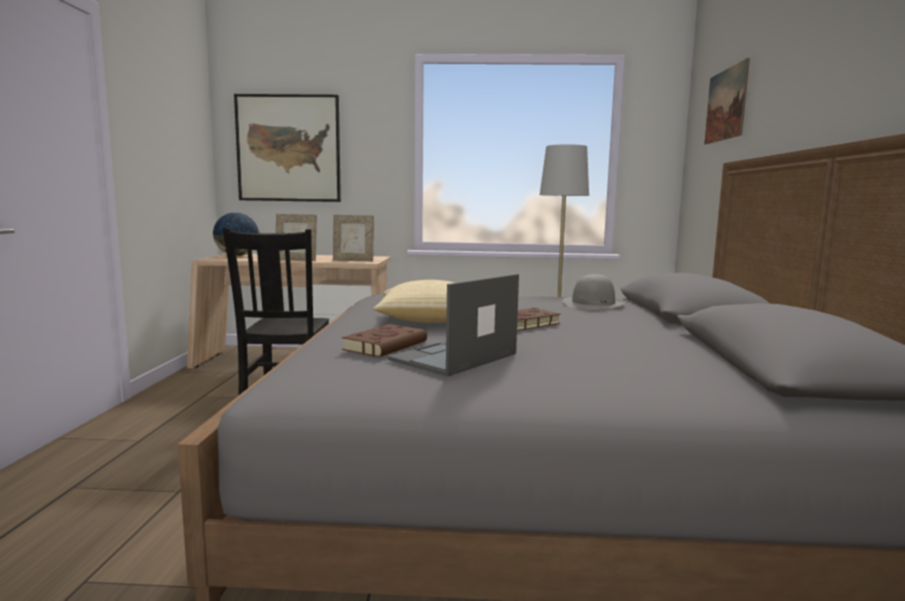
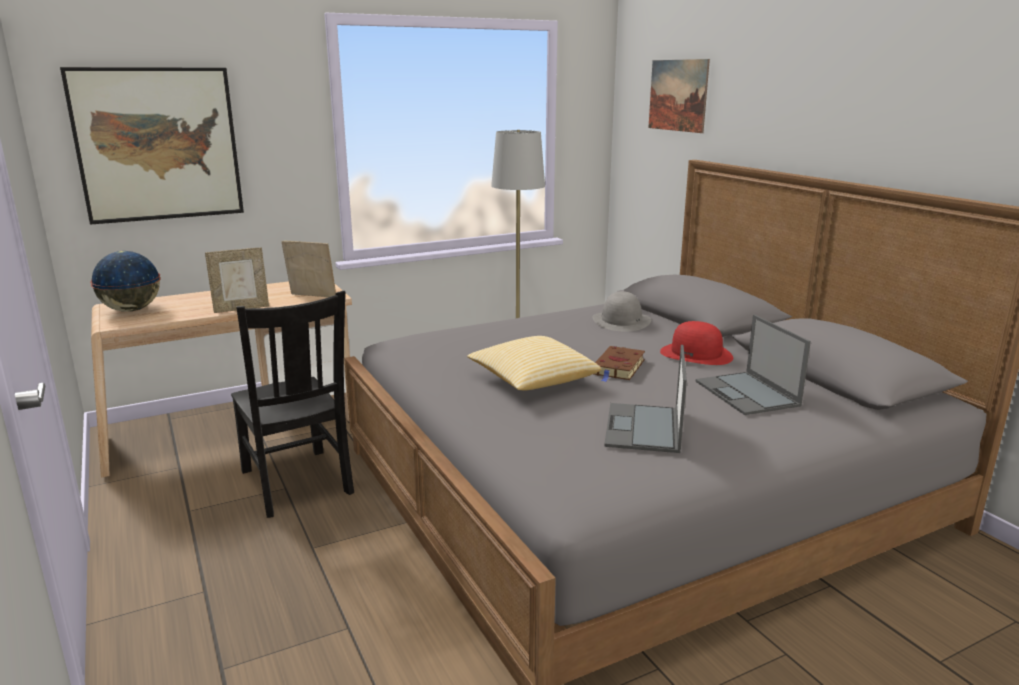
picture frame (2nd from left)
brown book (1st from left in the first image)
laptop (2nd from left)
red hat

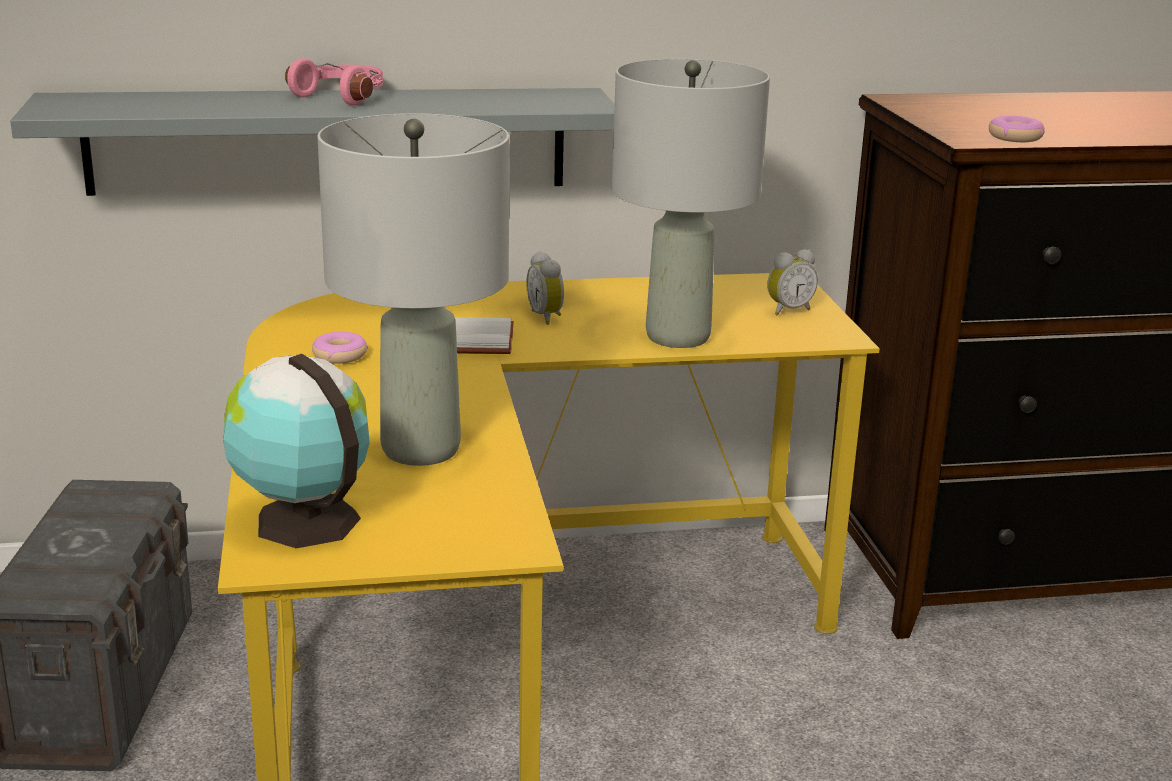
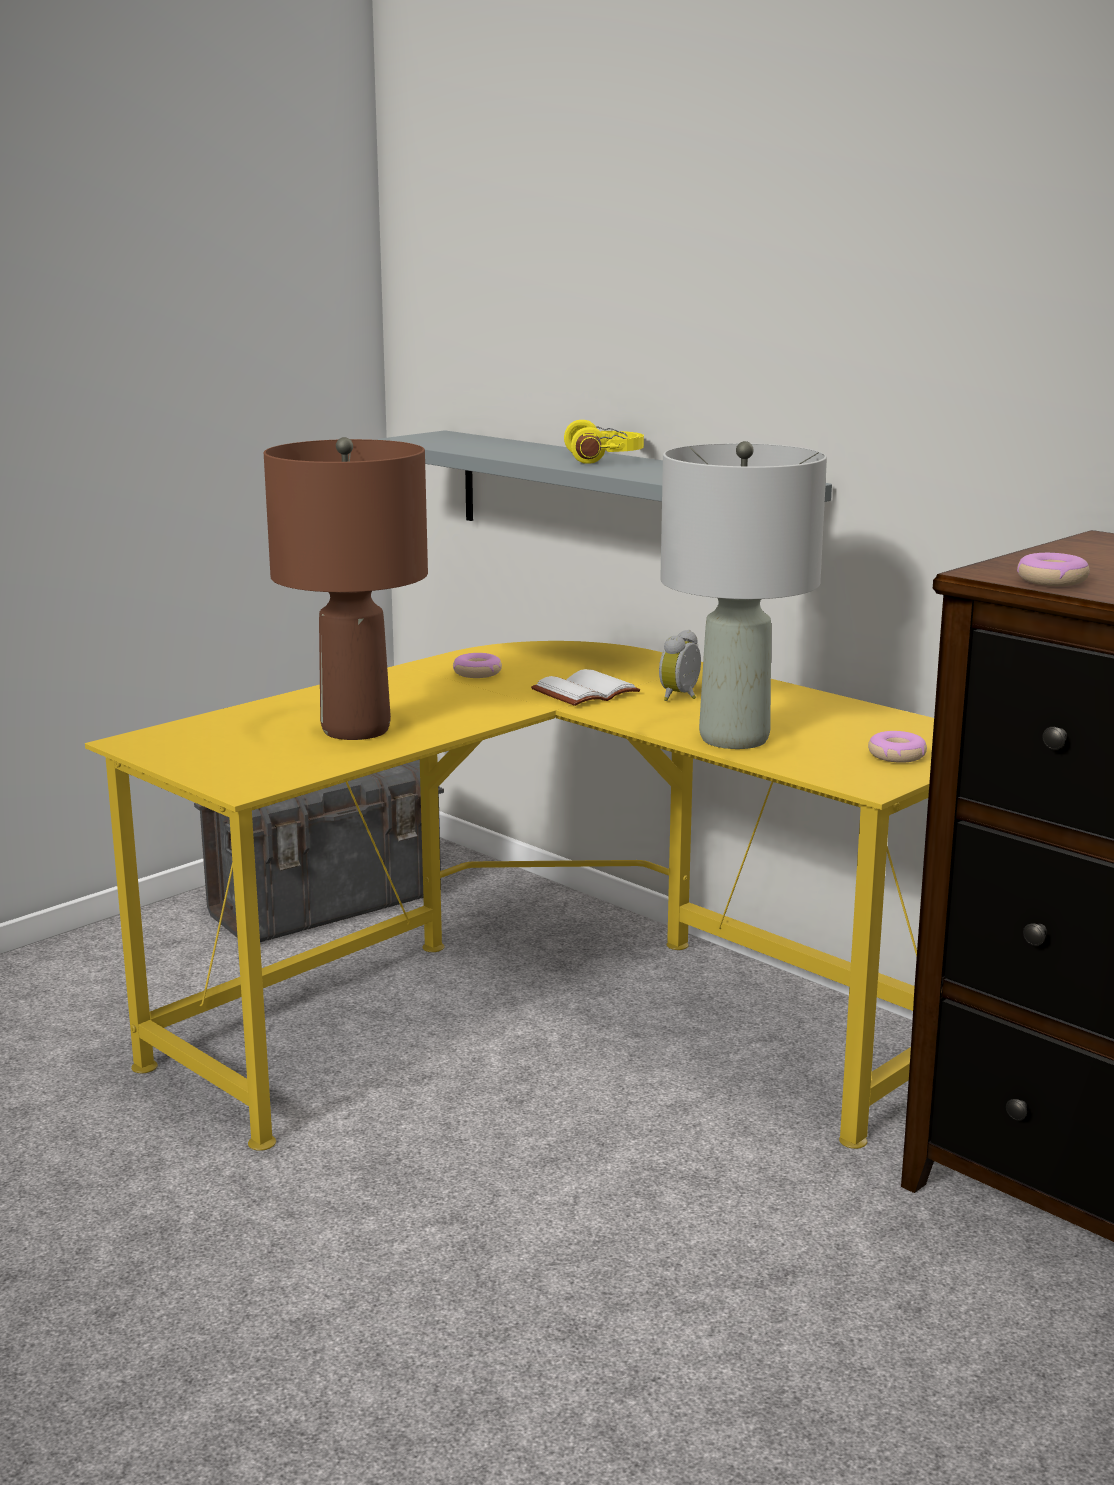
yellow headphones
brown table lamp
donut (2nd from left)
globe

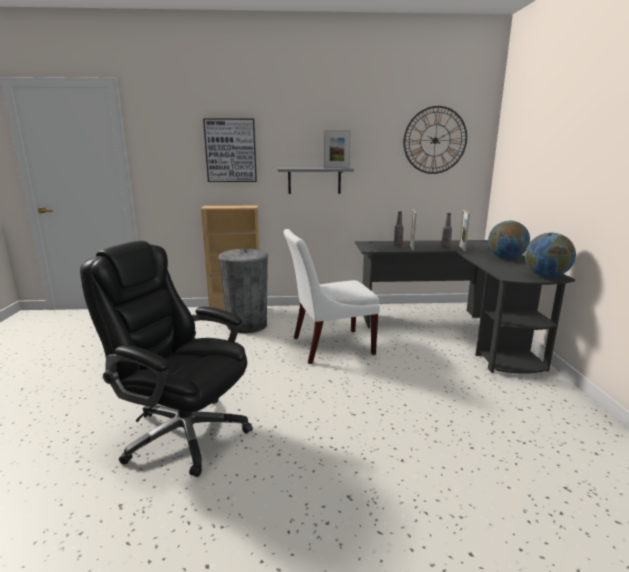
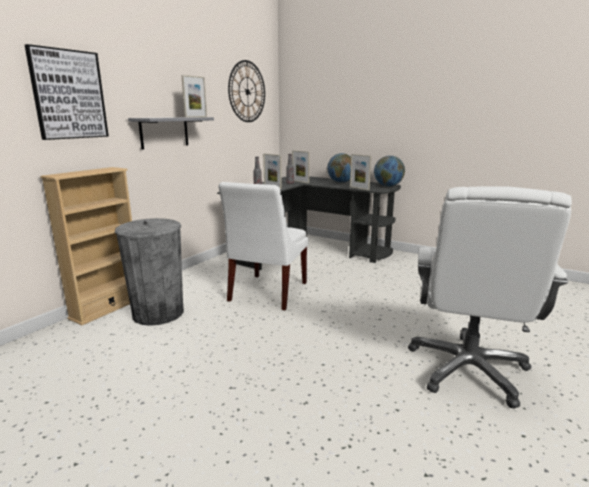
black office chair
picture frame (4th from left)
white office chair

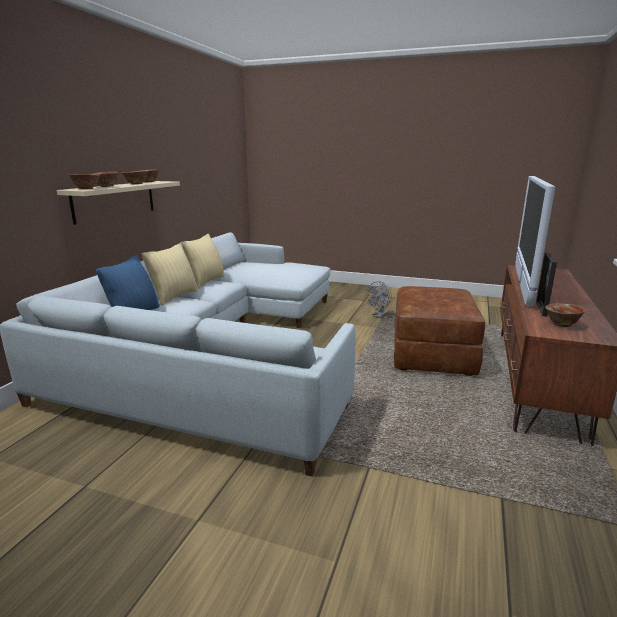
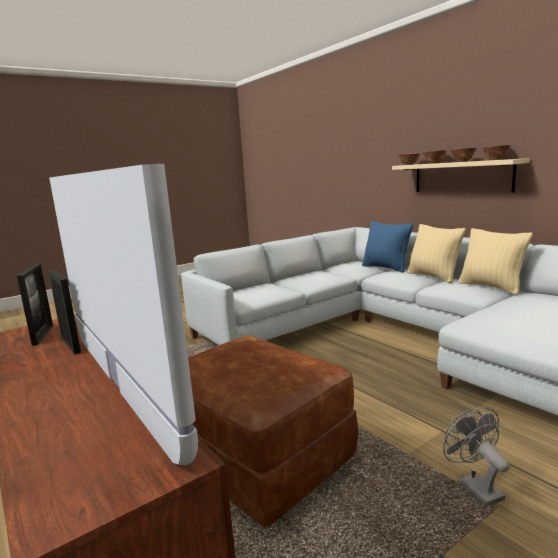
picture frame (1st from left)

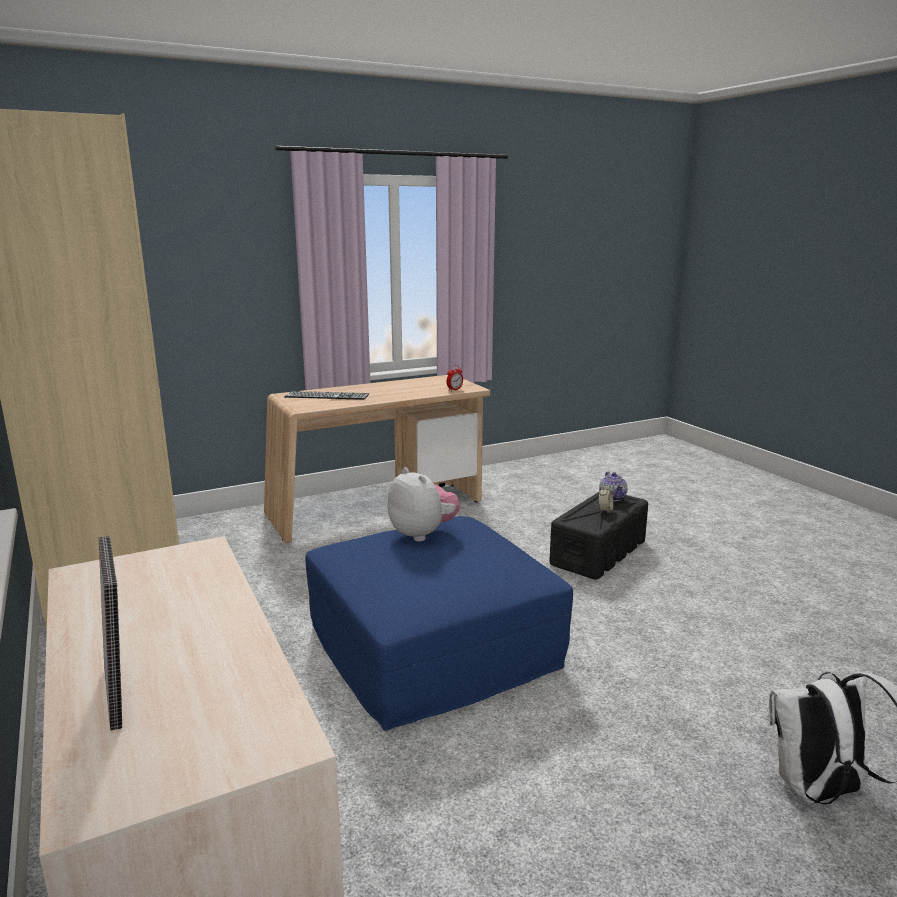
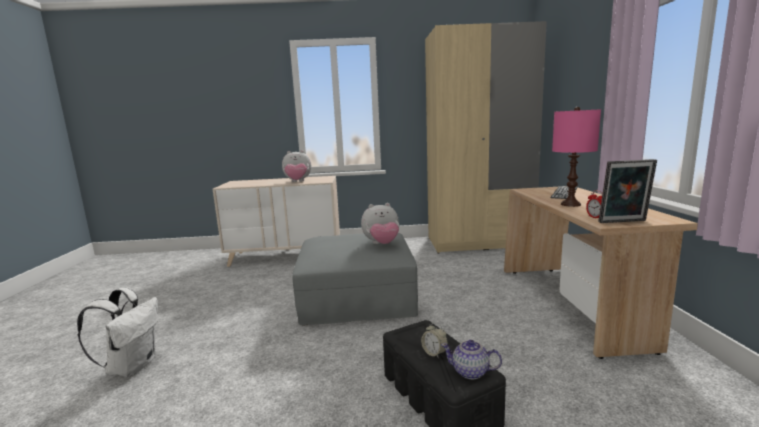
grey ottoman
picture frame
pink table lamp
plush toy (1st from left)

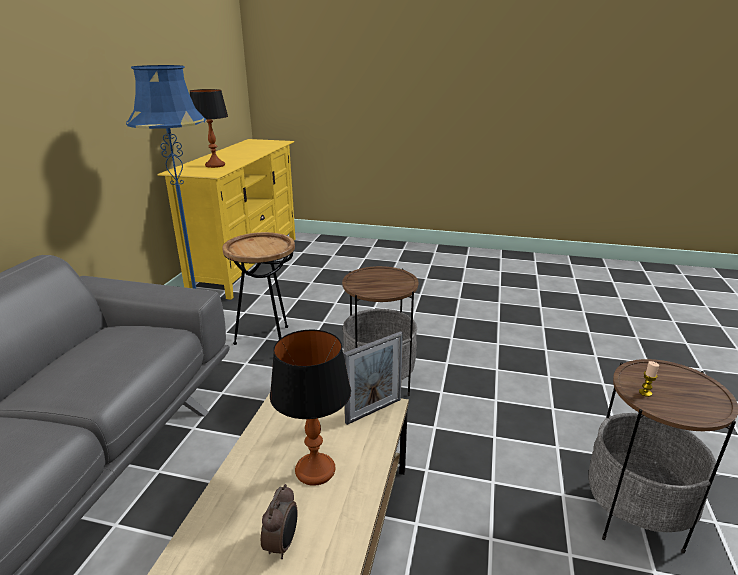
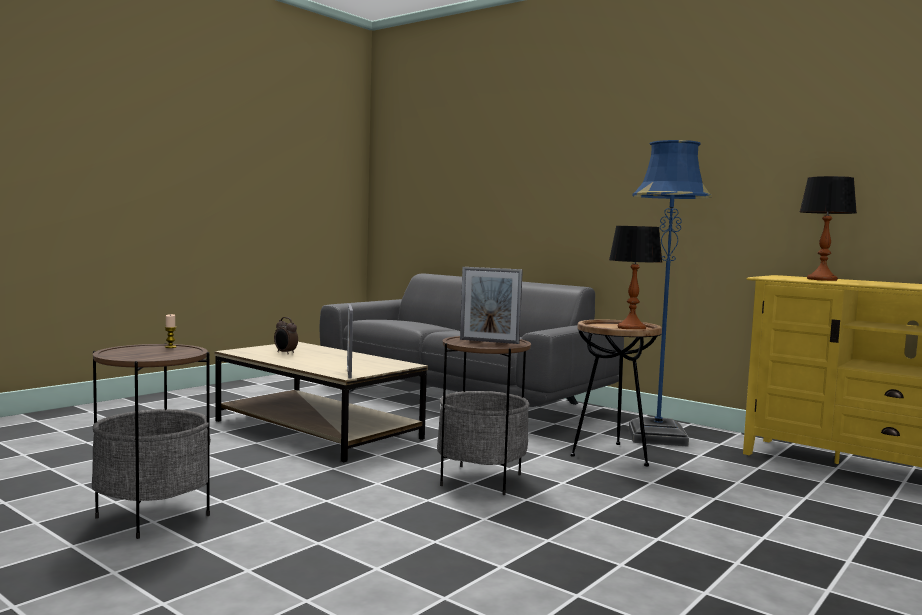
table lamp (1st from left)
picture frame (2nd from left)

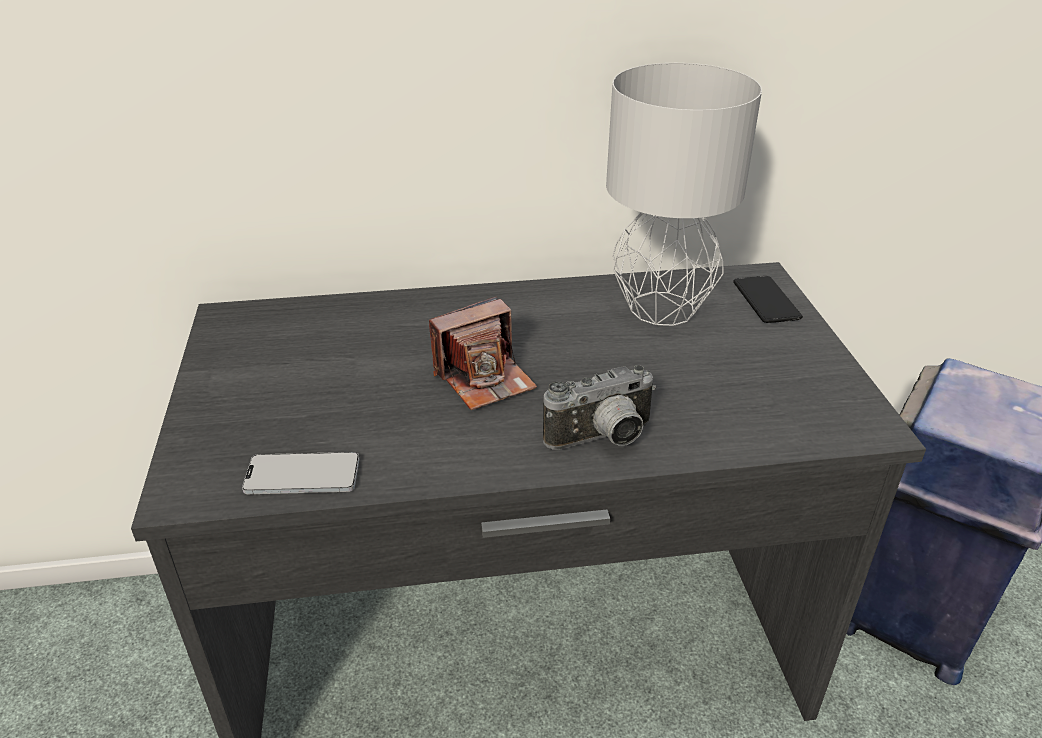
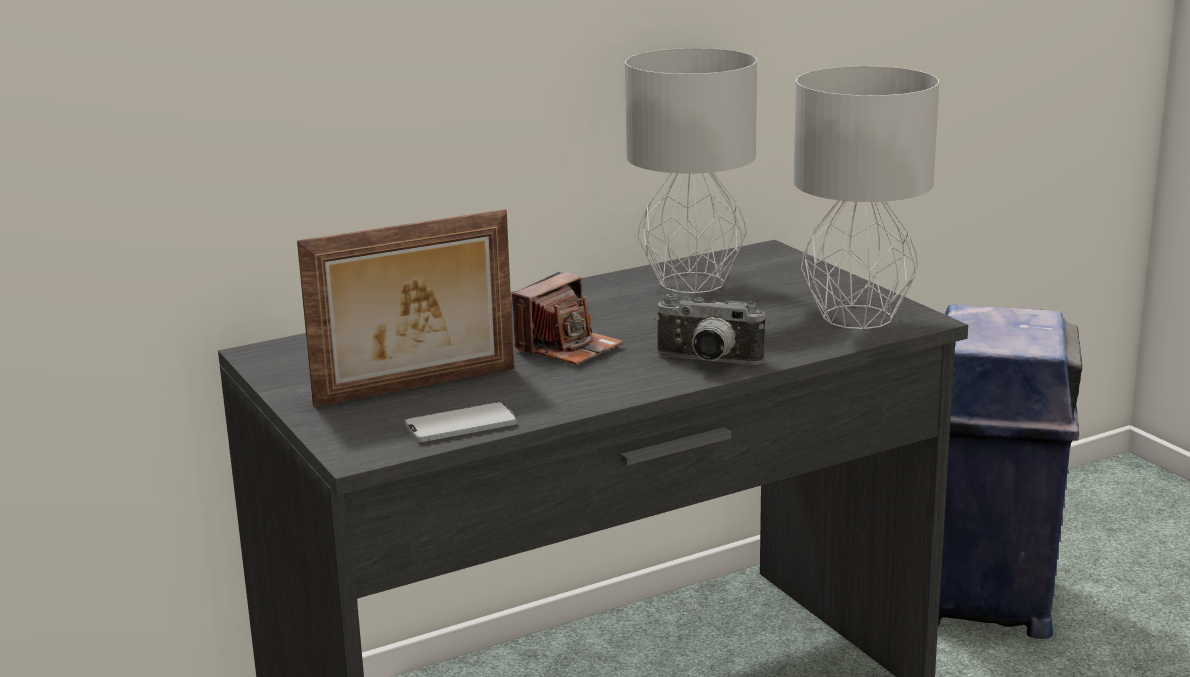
phone (2nd from left in the first image)
photo camera (2nd from left)
grey table lamp (2nd from left)
picture frame

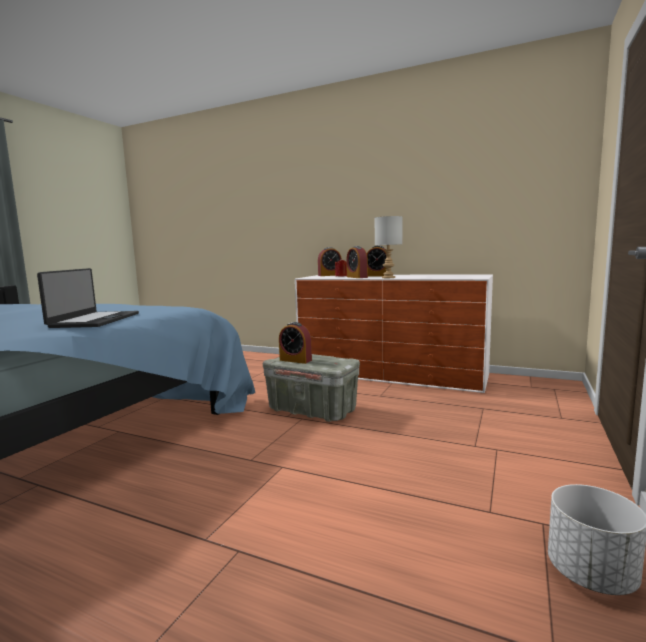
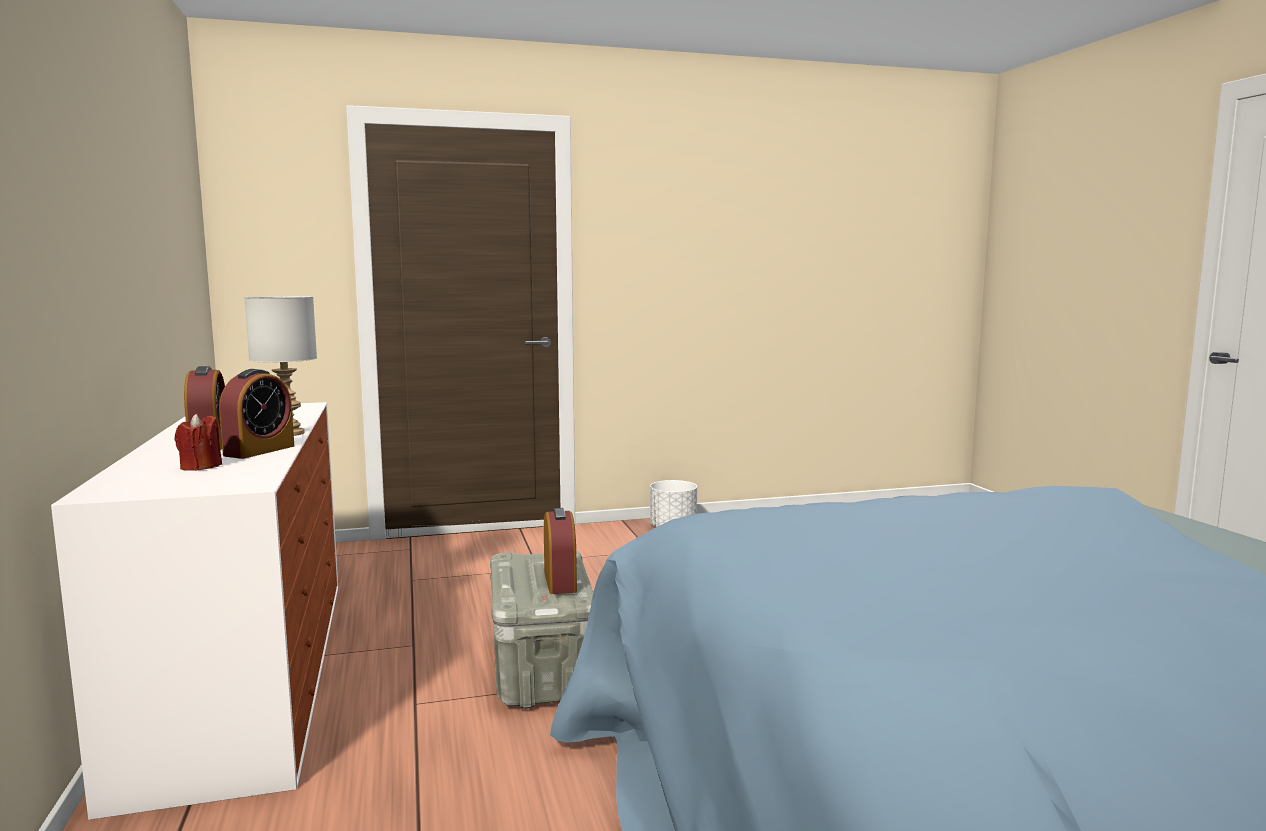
alarm clock (2nd from left in the first image)
laptop

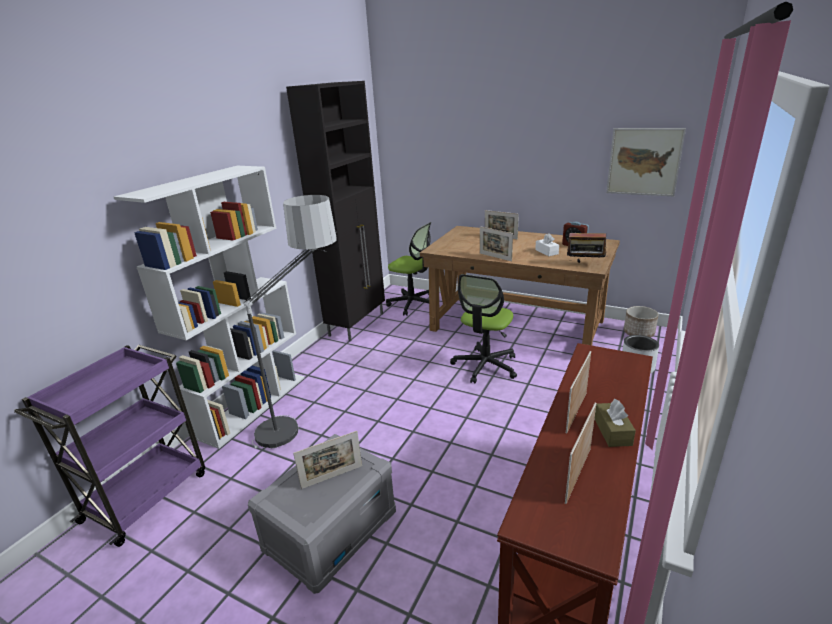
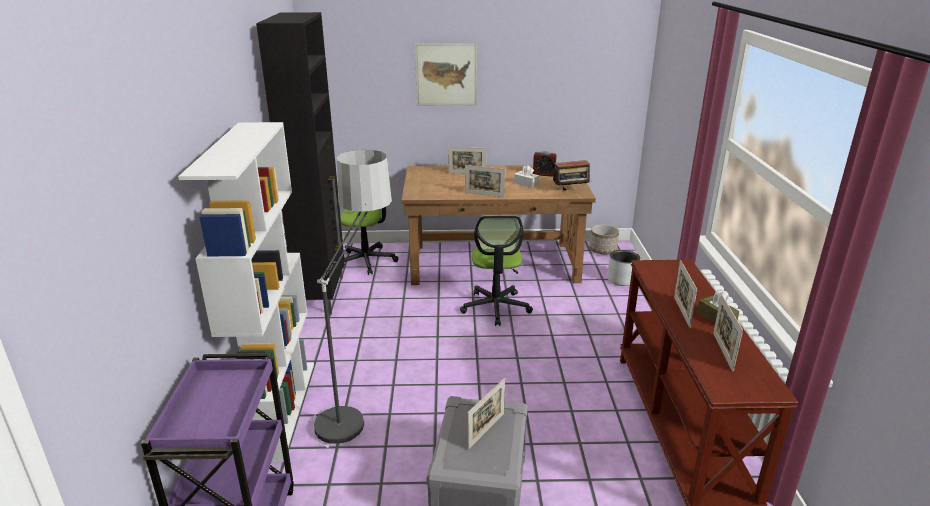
picture

